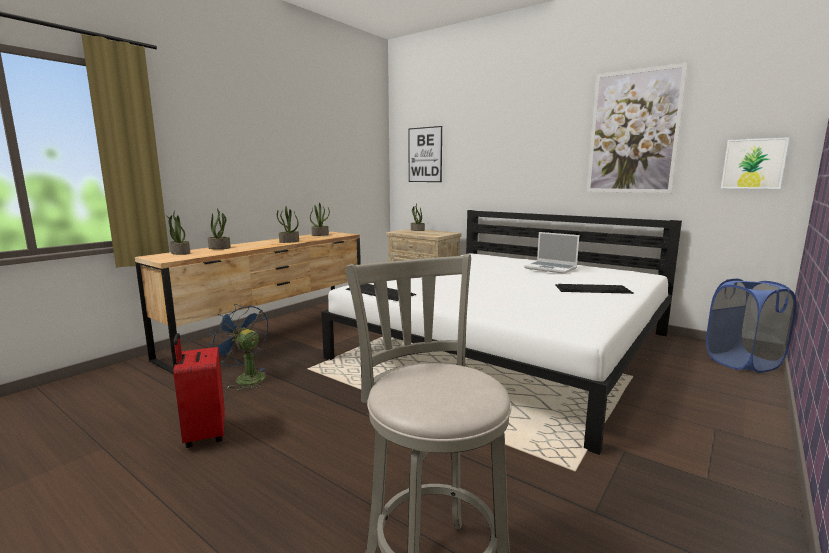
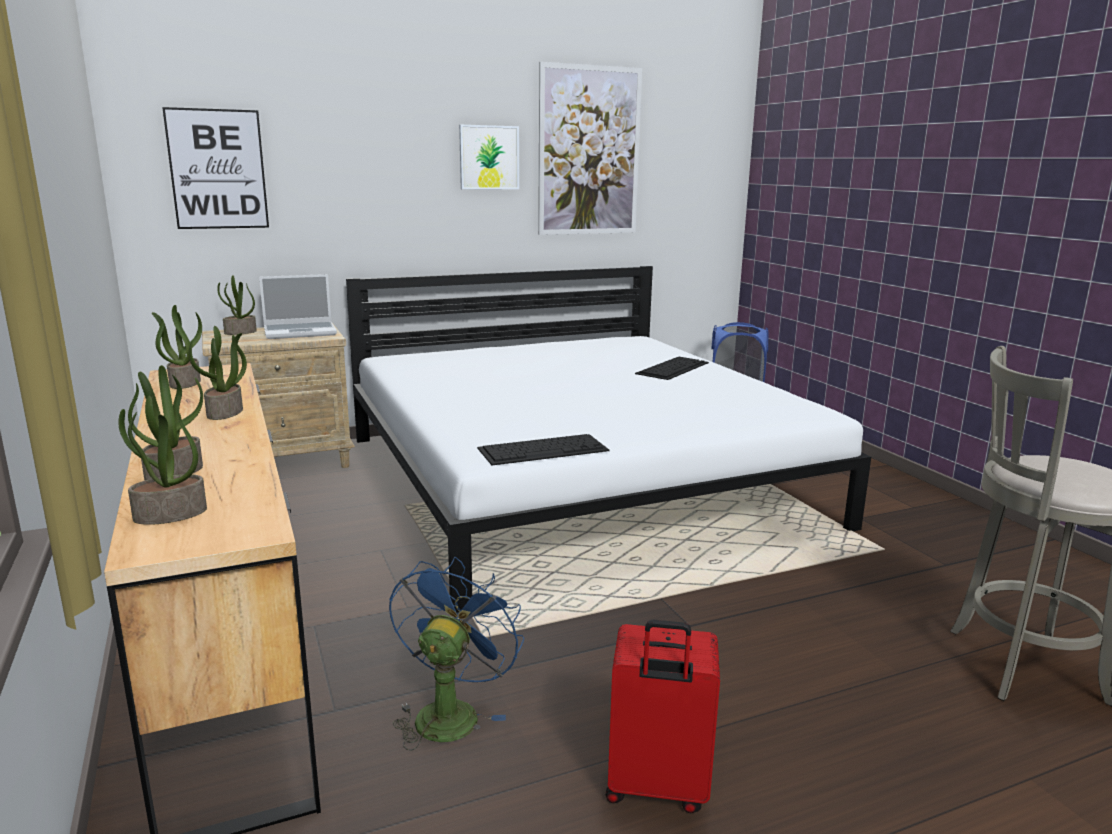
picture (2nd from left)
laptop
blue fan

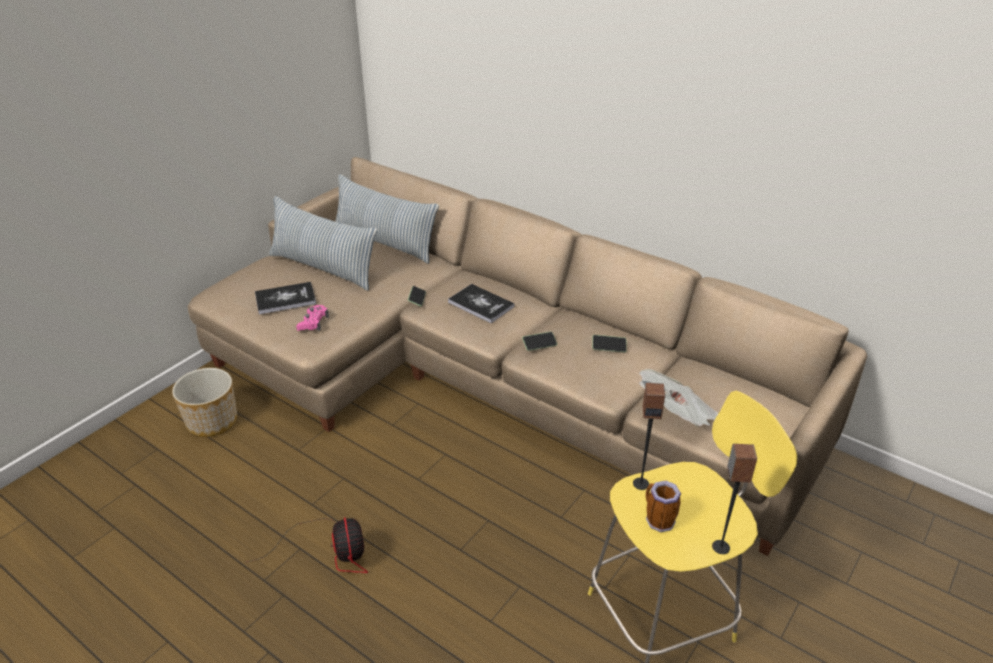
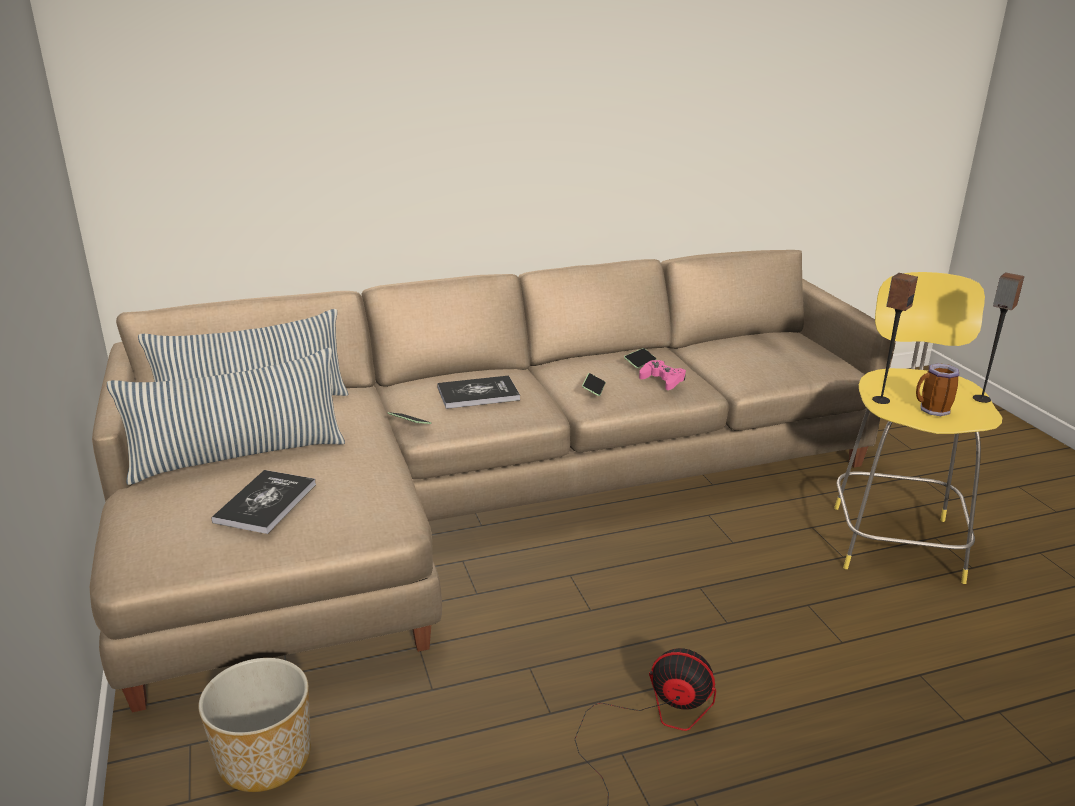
pink game controller
newspaper

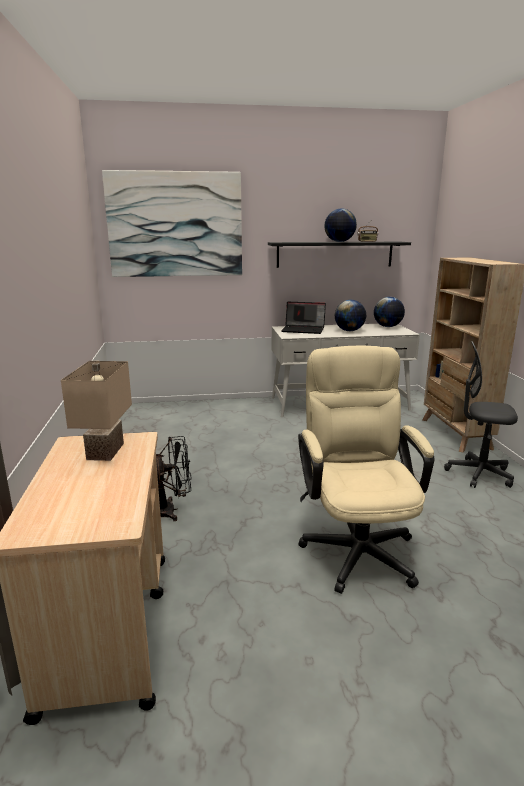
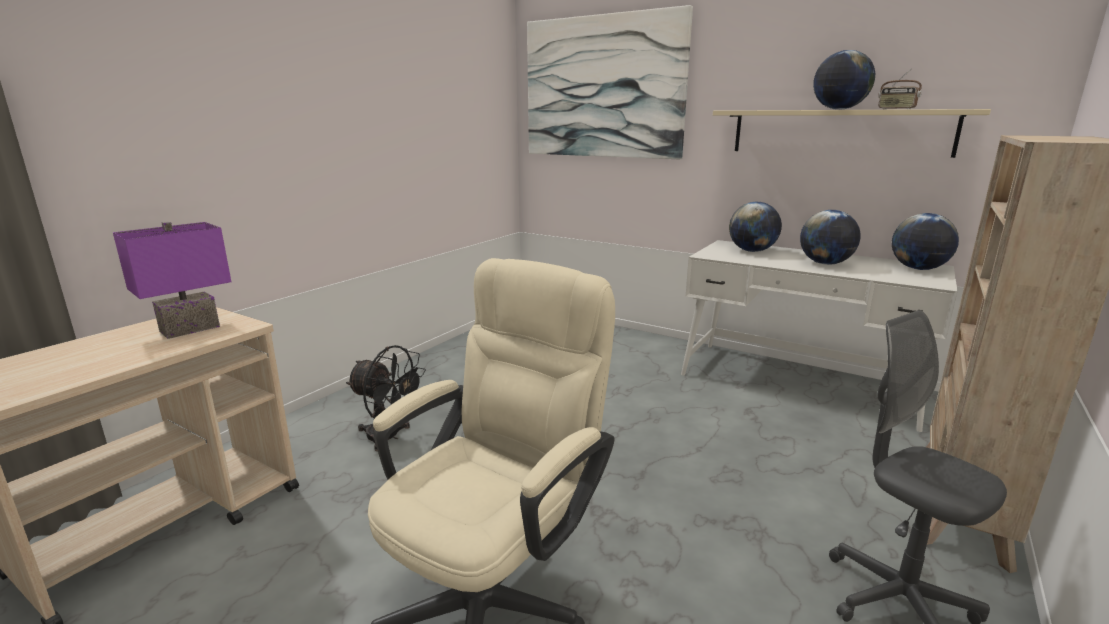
beige shelf
globe (1st from left)
purple table lamp

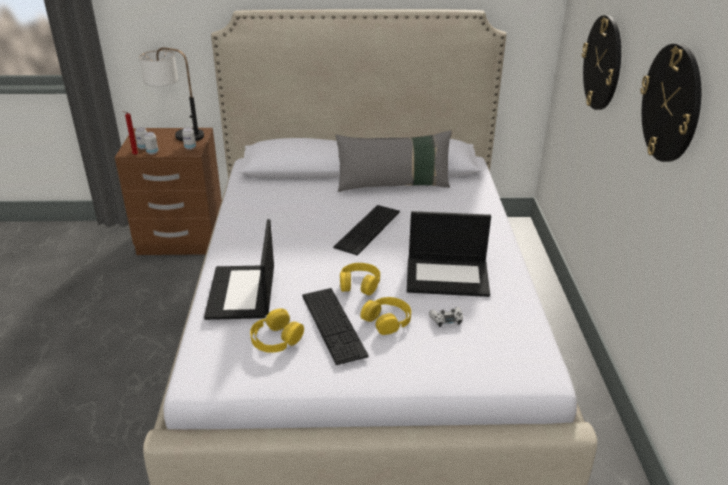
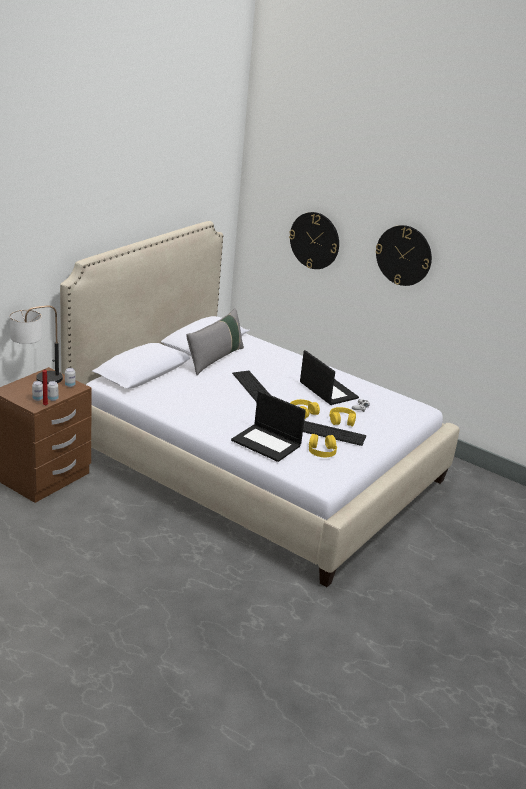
laptop (2nd from left)

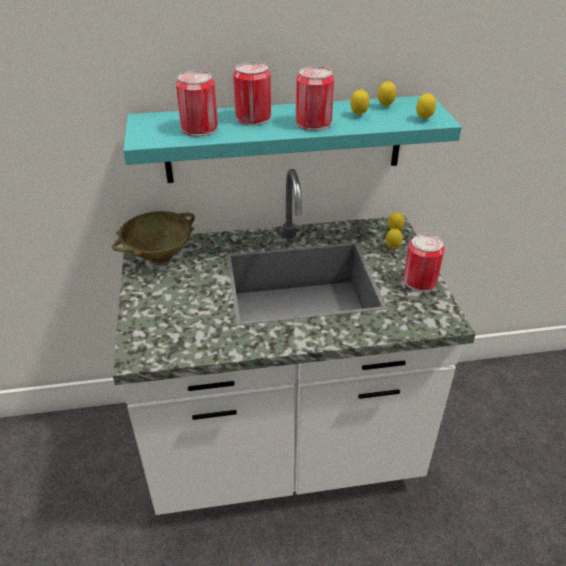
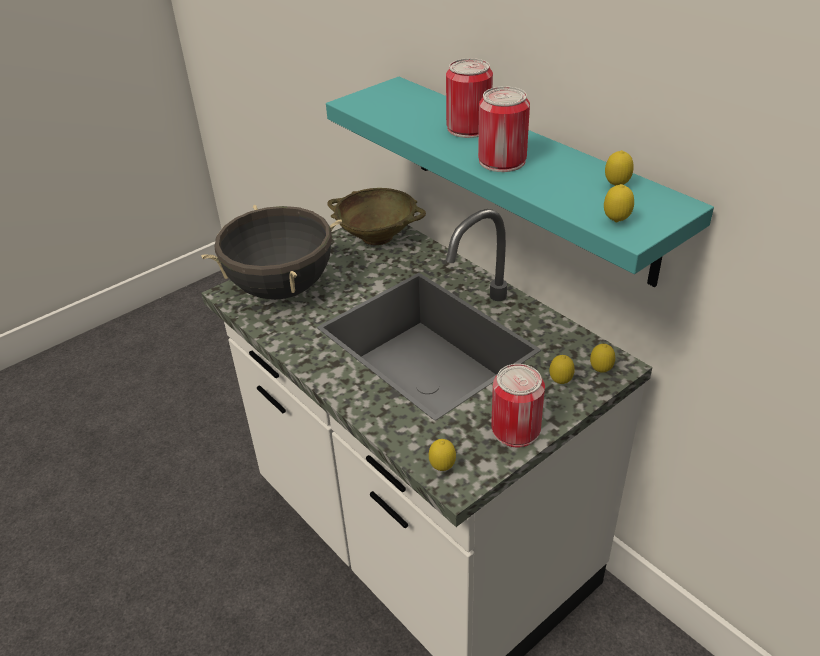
can (1st from left in the first image)
lemon (1st from left)
black cooking pot

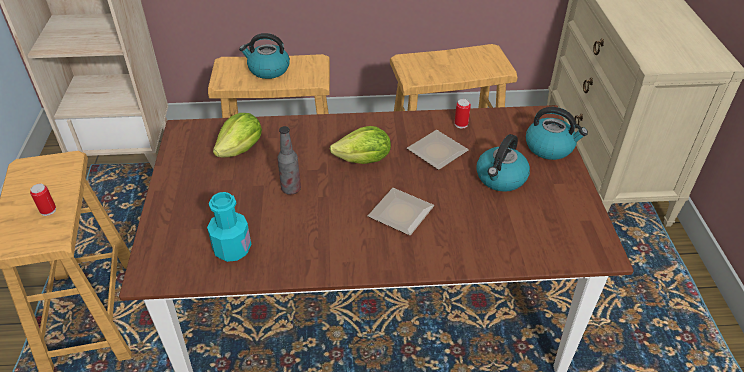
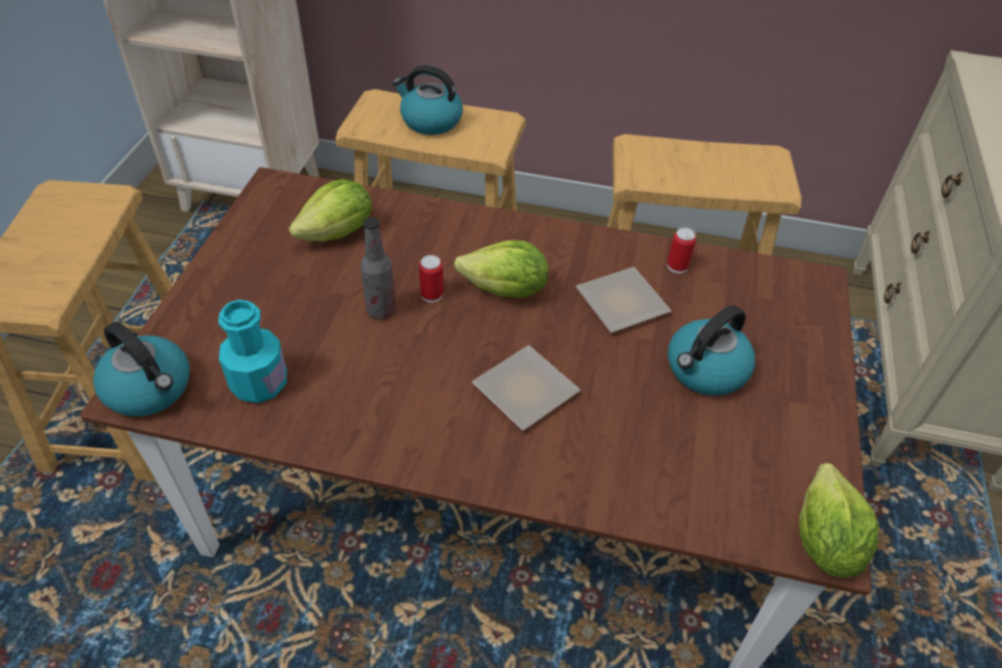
kettle (1st from left)
can (1st from left)
lettuce (3rd from left)

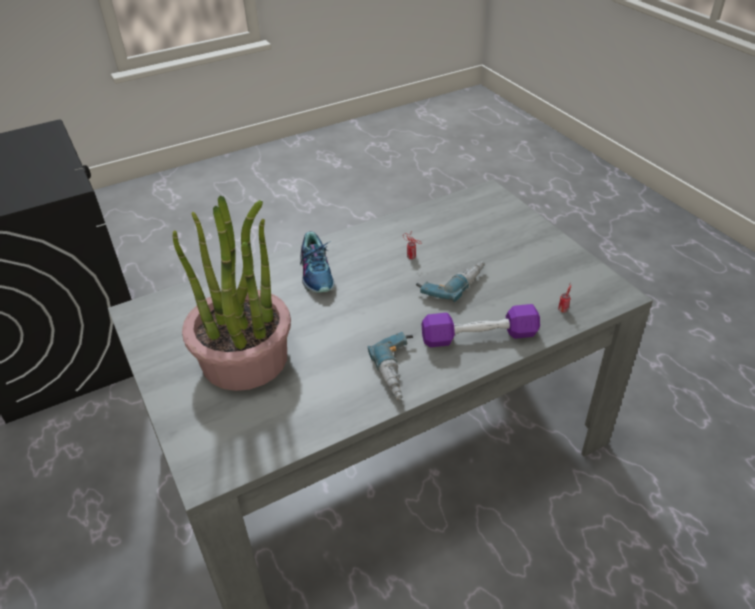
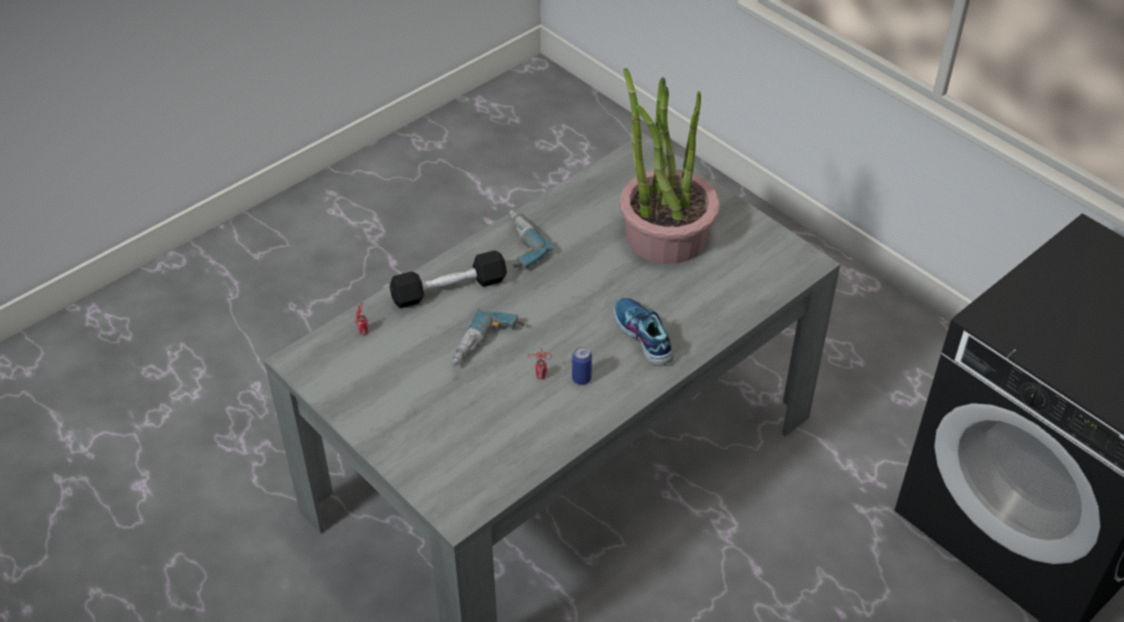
black dumbbell
can (3rd from left)

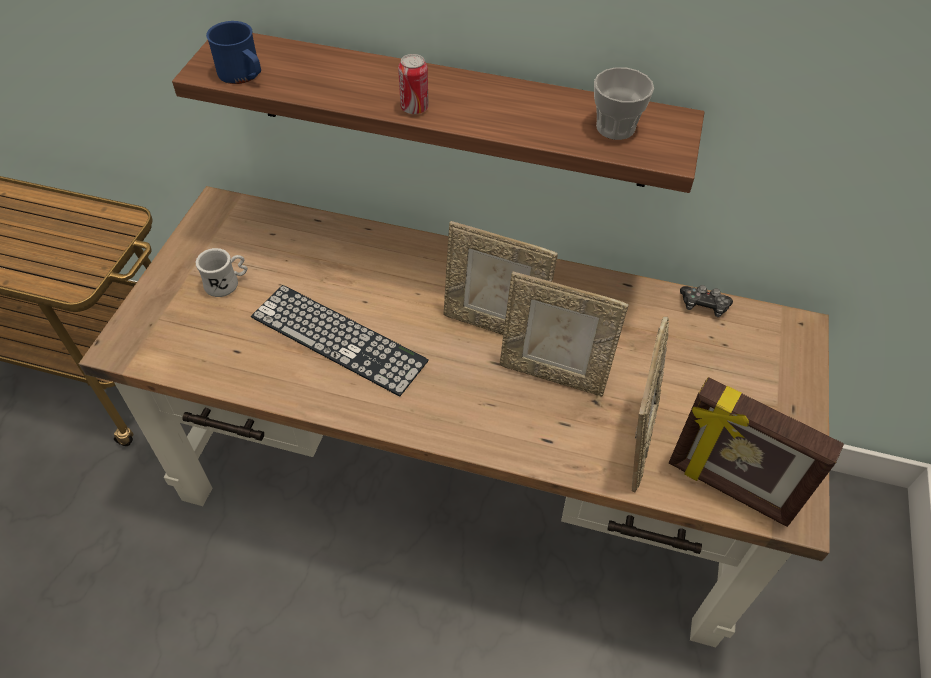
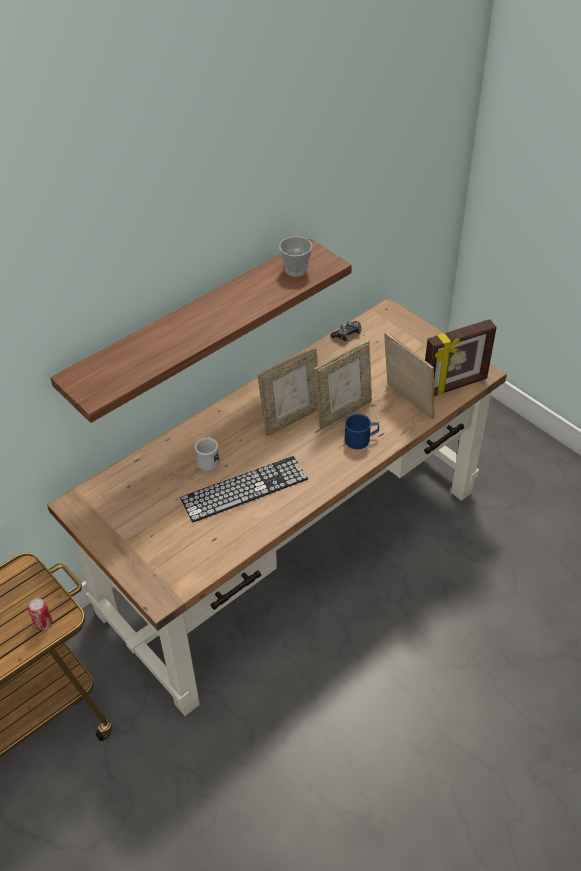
blue mug
can
white mug

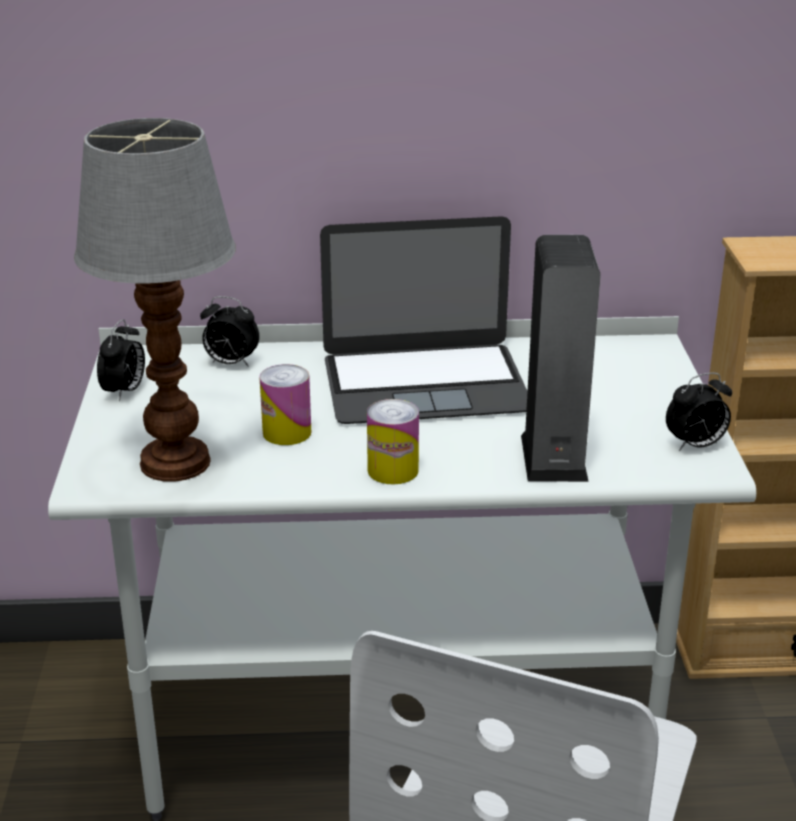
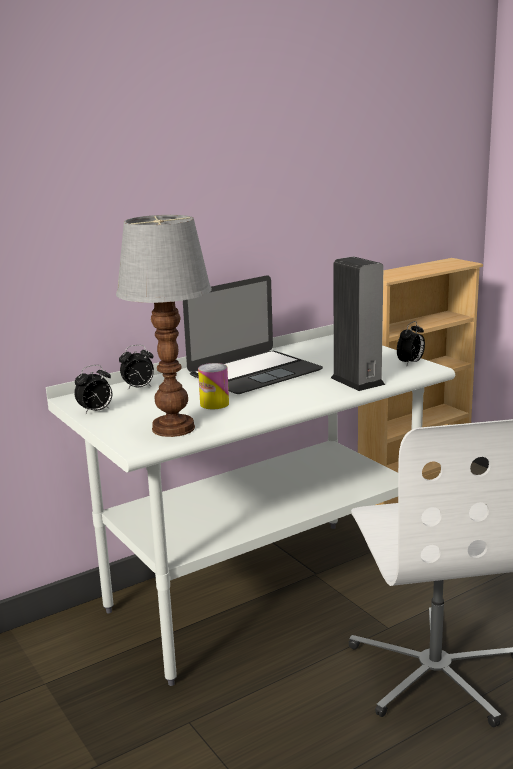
alarm clock (1st from left)
can (2nd from left in the first image)

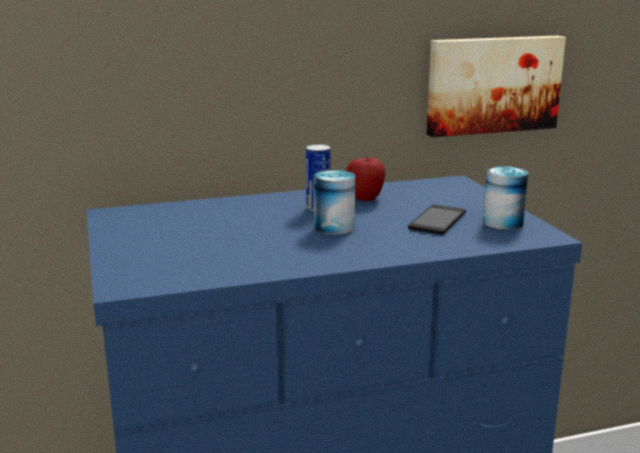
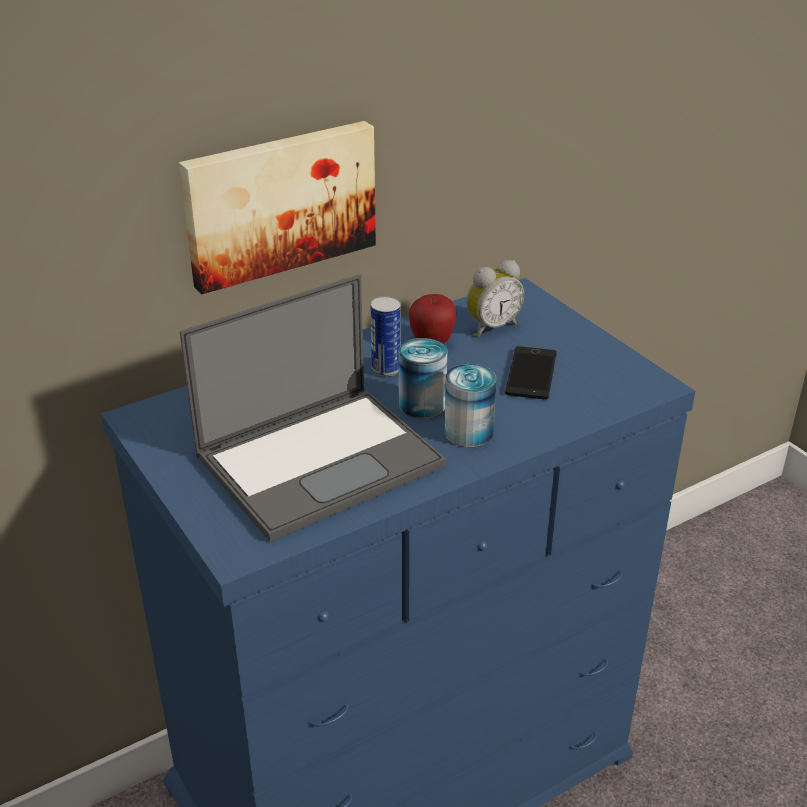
picture
can (3rd from left)
alarm clock
laptop

